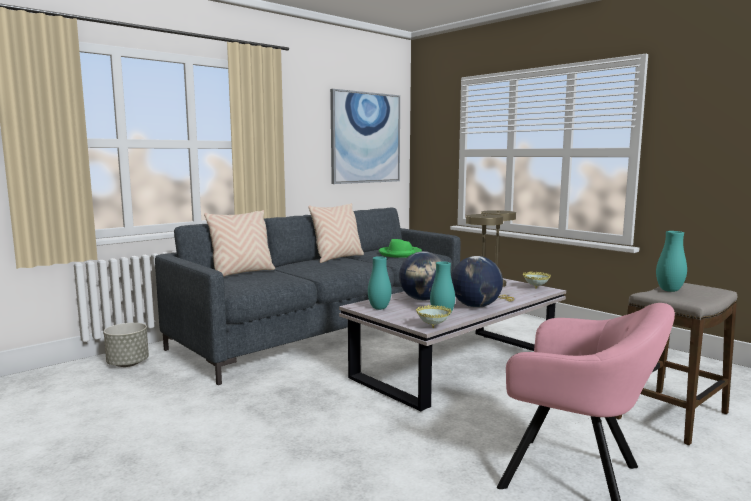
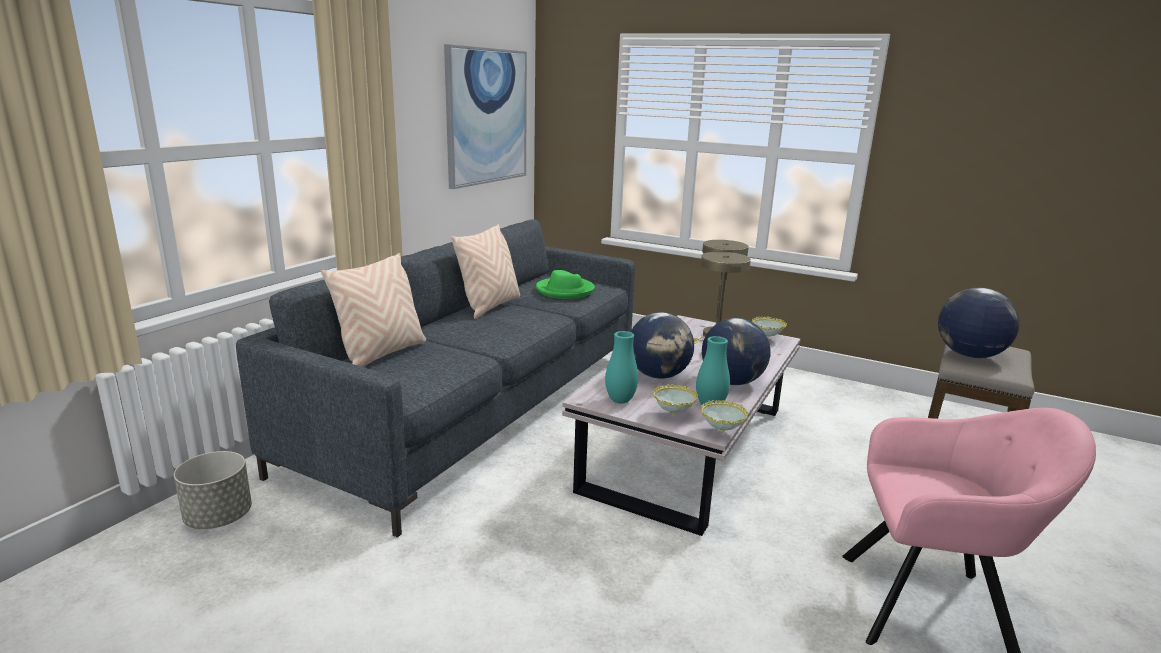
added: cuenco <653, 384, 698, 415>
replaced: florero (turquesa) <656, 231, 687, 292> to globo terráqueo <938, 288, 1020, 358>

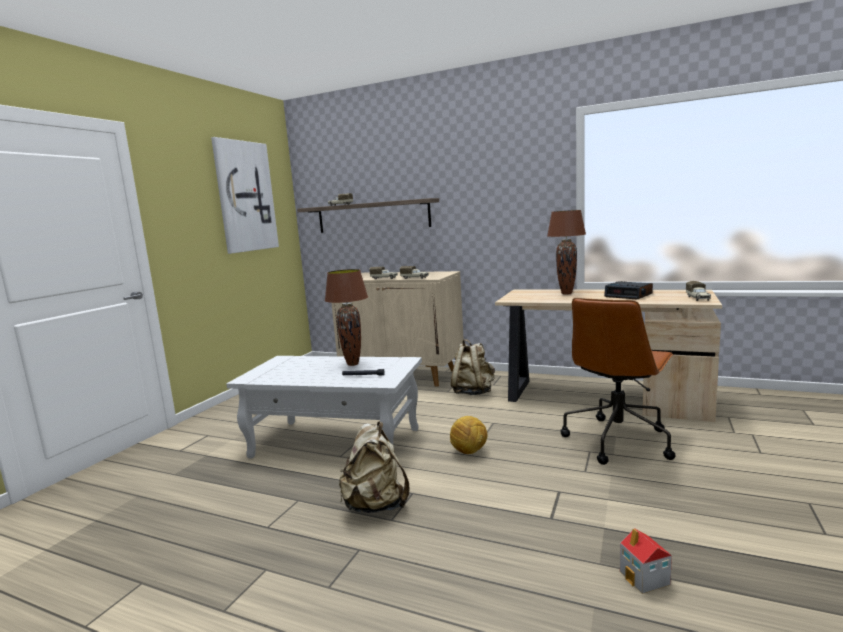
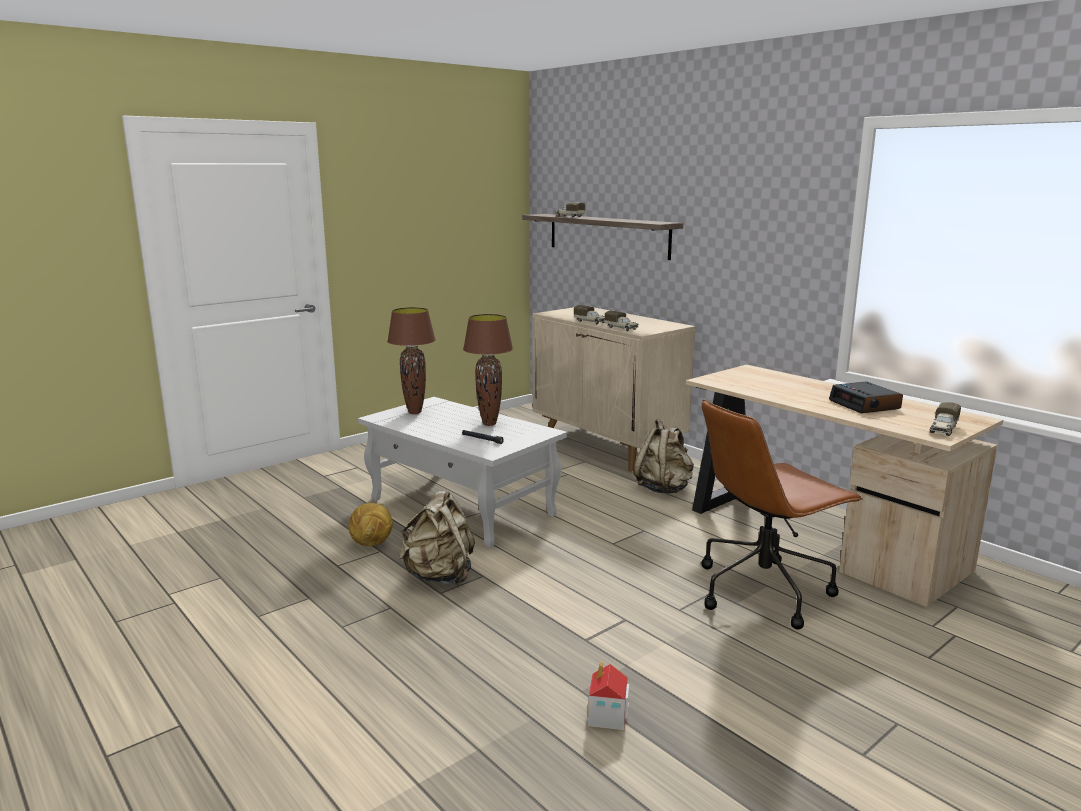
removed: cuadro <211, 137, 279, 254>
moved: balón de fútbol <450, 416, 487, 454> to <348, 503, 393, 546>; lámpara de mesa (marrón) <547, 210, 586, 295> to <387, 307, 436, 414>

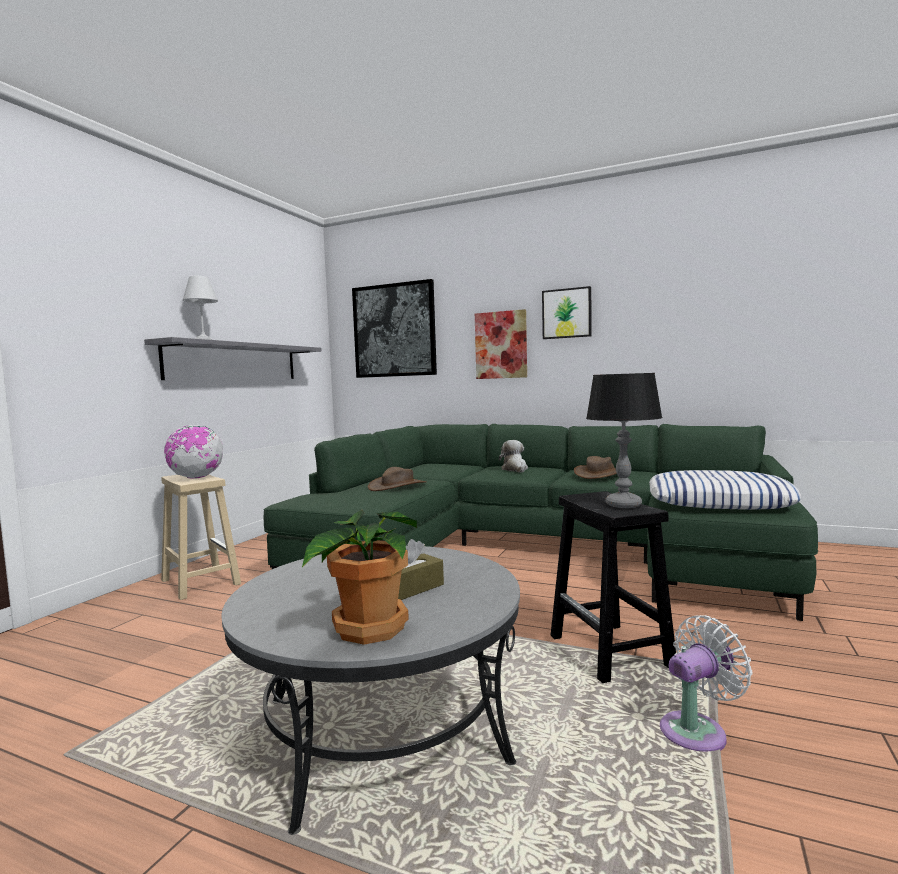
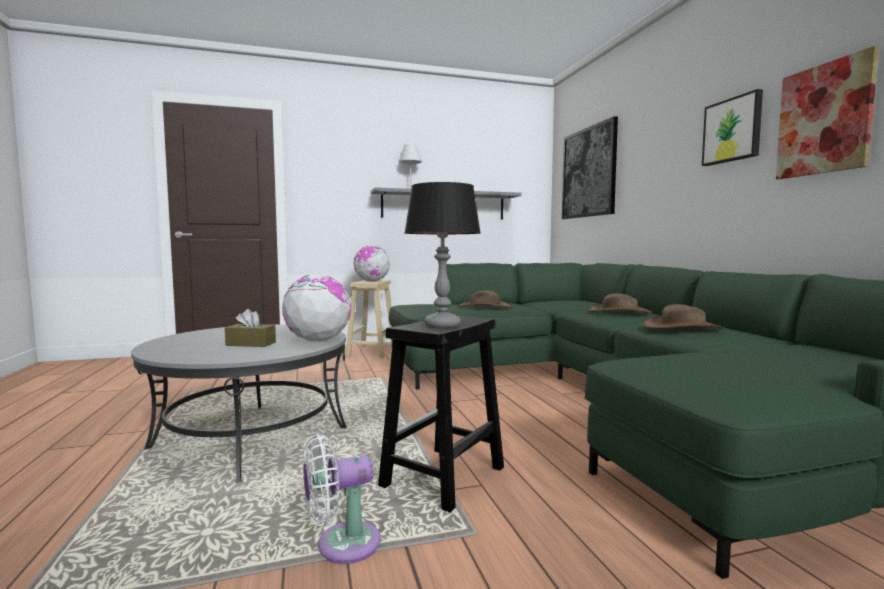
removed: planta en maceta <302, 510, 417, 645>; cojín <649, 470, 801, 510>
added: globo terráqueo <282, 274, 351, 341>
moved: cuadro <475, 309, 527, 379> to <776, 46, 879, 179>
replaced: peluche <499, 440, 528, 472> to sombrero (marrón) <588, 293, 652, 313>
turned: ventilador (blanco) <660, 615, 752, 752> = <302, 434, 381, 564> 135 degrees clockwise

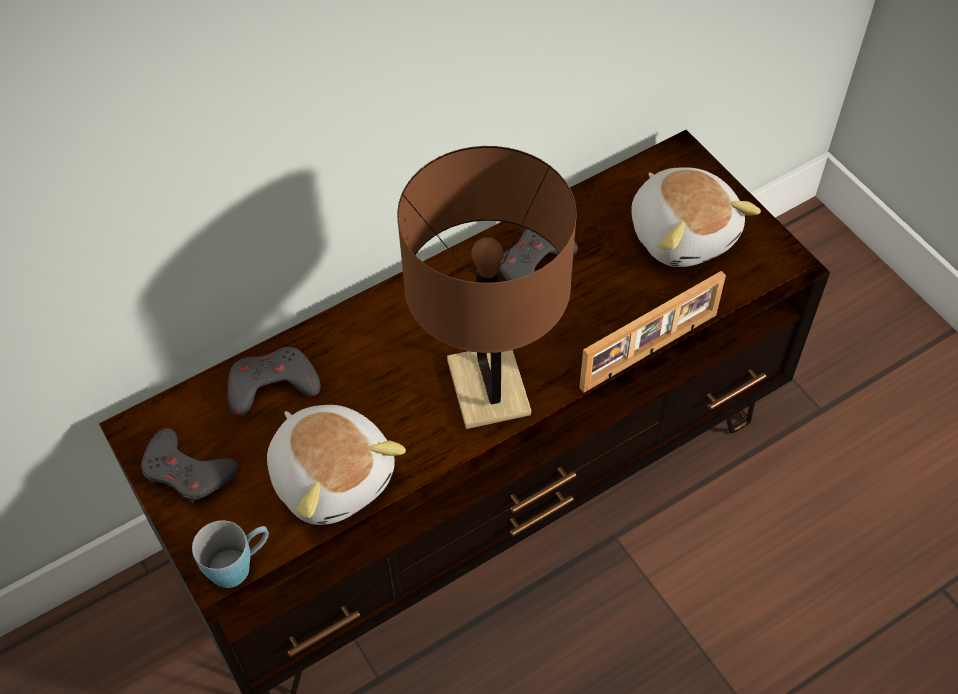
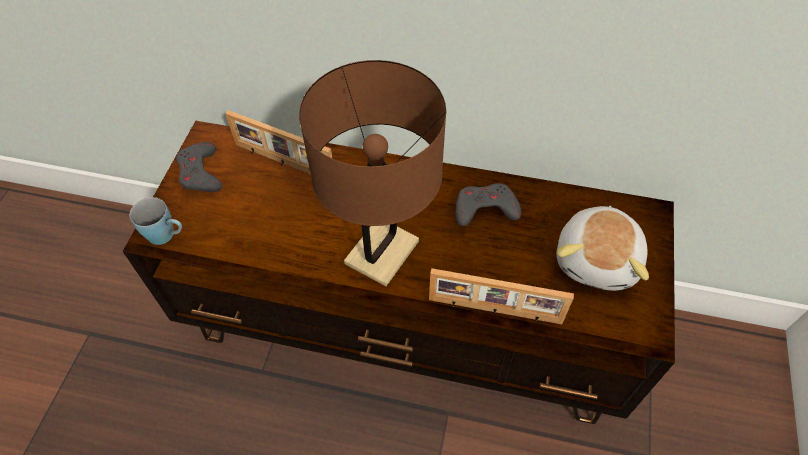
removed: peluche <267, 405, 406, 525>
replaced: mando de consola (gris) <227, 347, 321, 416> to portarretratos <225, 110, 333, 174>

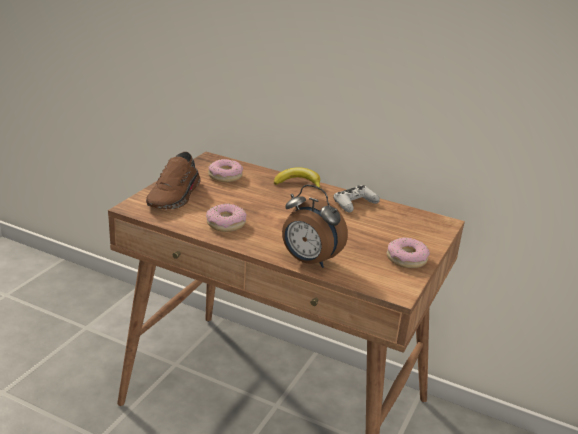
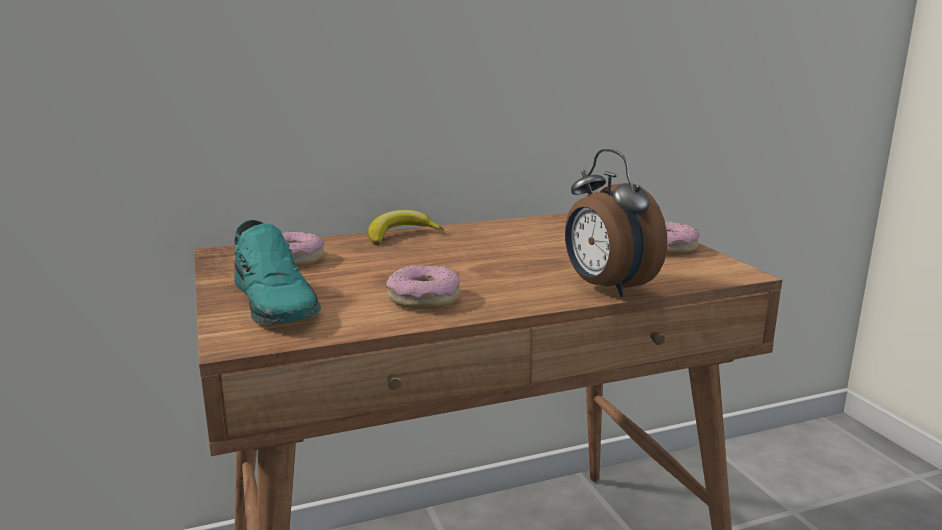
removed: mando de consola (blanco) <334, 185, 380, 212>
recoloured: zapato (marrón) <146, 152, 201, 209> to zapato (turquesa) <234, 220, 321, 325>
turned: despertador <282, 184, 348, 268> = <565, 149, 667, 297> 75 degrees clockwise

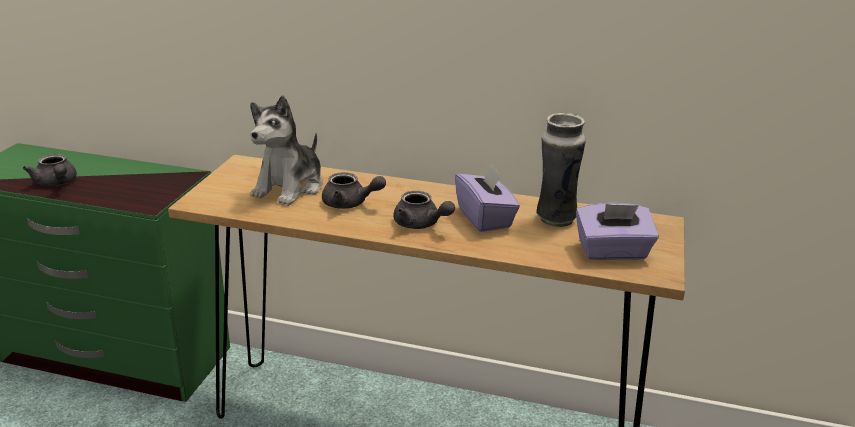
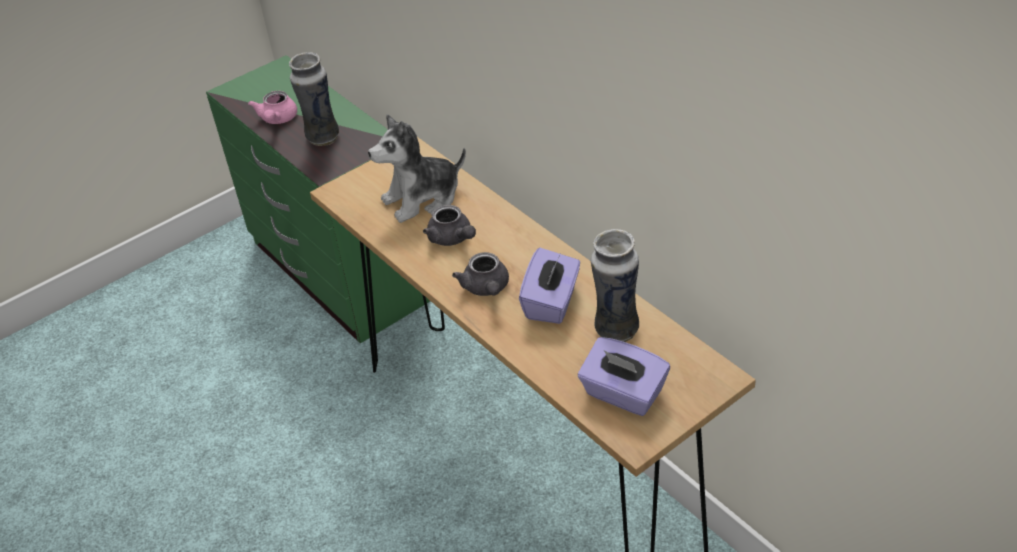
added: florero <289, 52, 339, 146>
recoloured: tetera (gris) <23, 154, 77, 186> to tetera (rosa) <248, 91, 297, 124>

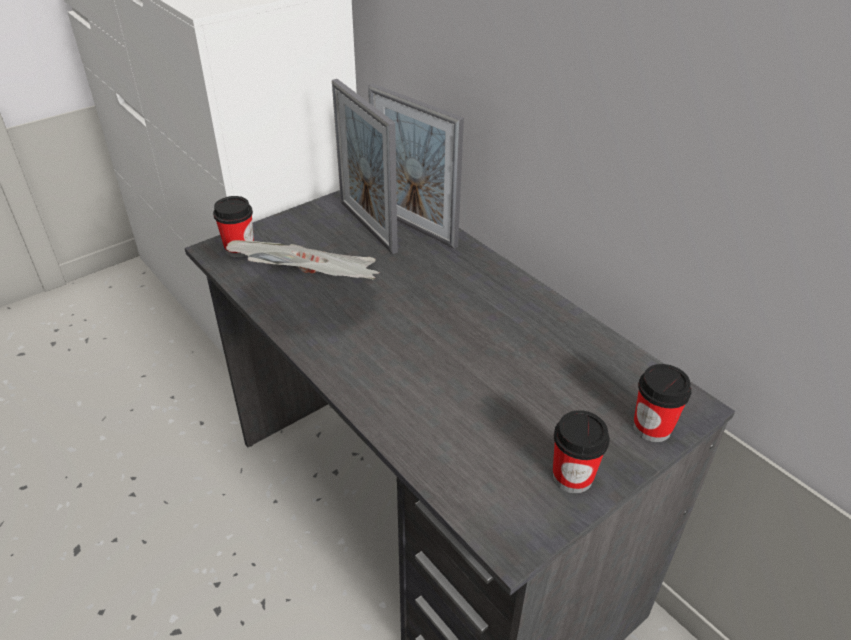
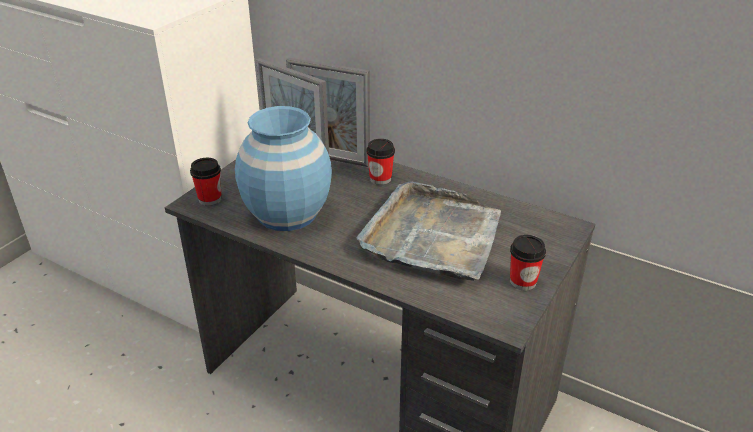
added: bandeja (gris) <357, 181, 501, 281>
moved: taza <633, 364, 691, 442> to <366, 139, 395, 185>
replaced: periódico <226, 240, 379, 279> to florero (azul) <235, 106, 332, 231>

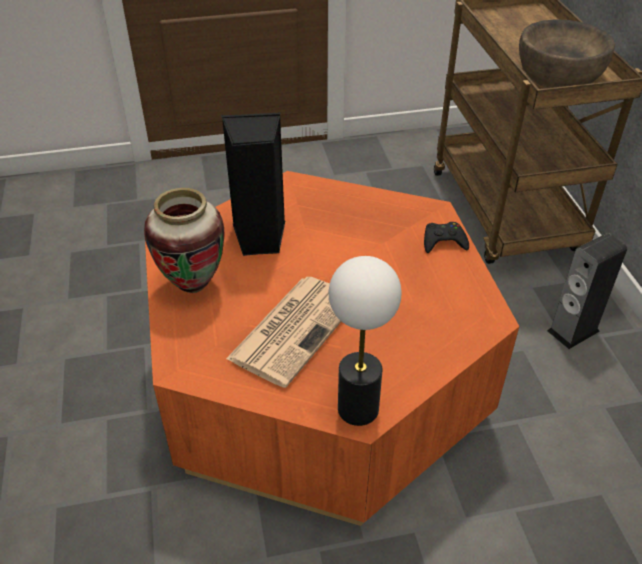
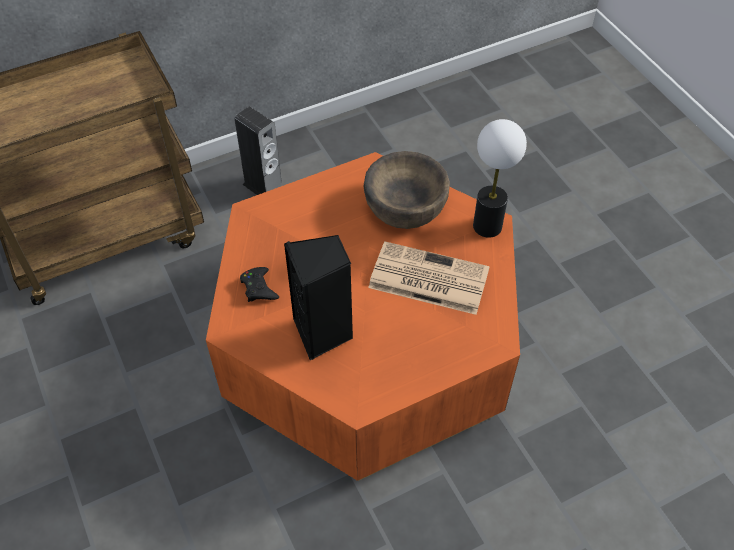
removed: florero <144, 188, 224, 293>
moved: mando de consola (negro) <424, 222, 469, 253> to <240, 267, 279, 302>; cuenco (marrón) <519, 19, 615, 88> to <364, 151, 450, 229>

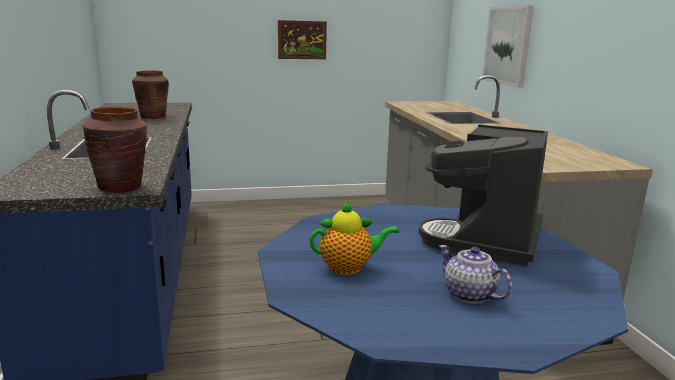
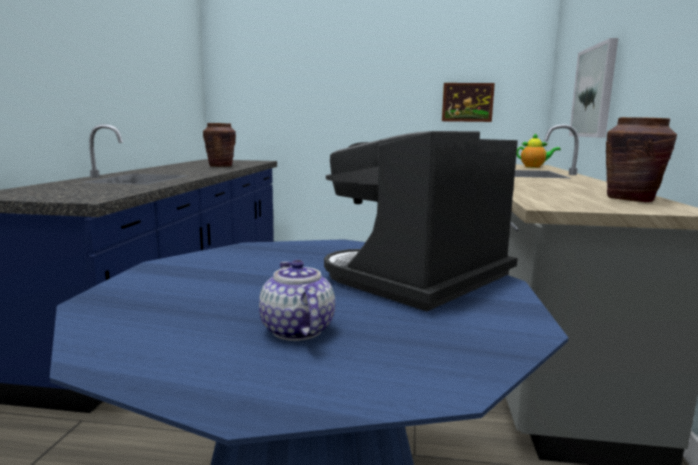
moved: florero (marrón) <83, 107, 147, 193> to <606, 117, 677, 202>; cuadro <278, 20, 327, 59> to <442, 83, 495, 122>; tetera <310, 200, 399, 275> to <516, 133, 561, 168>

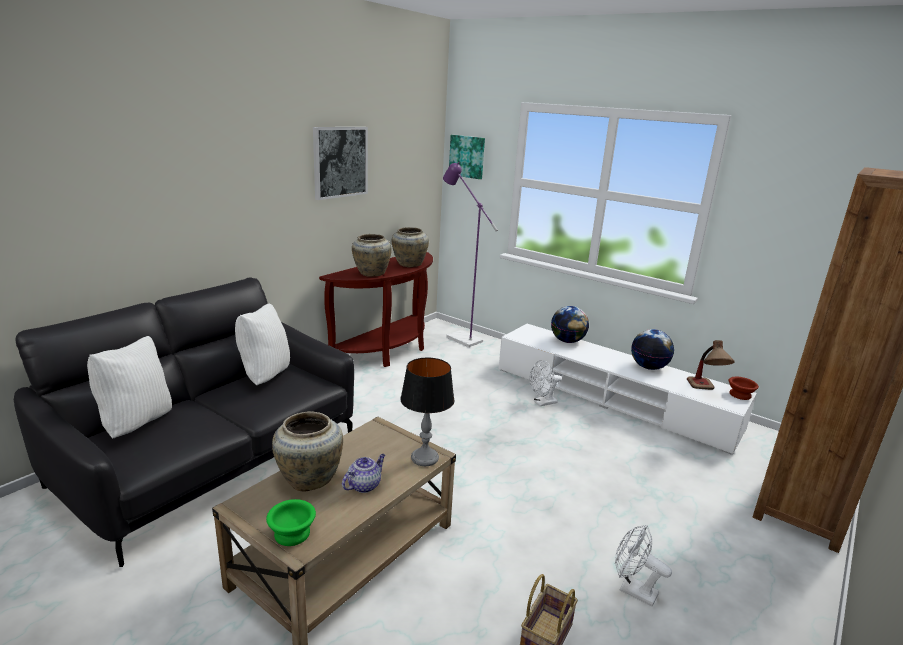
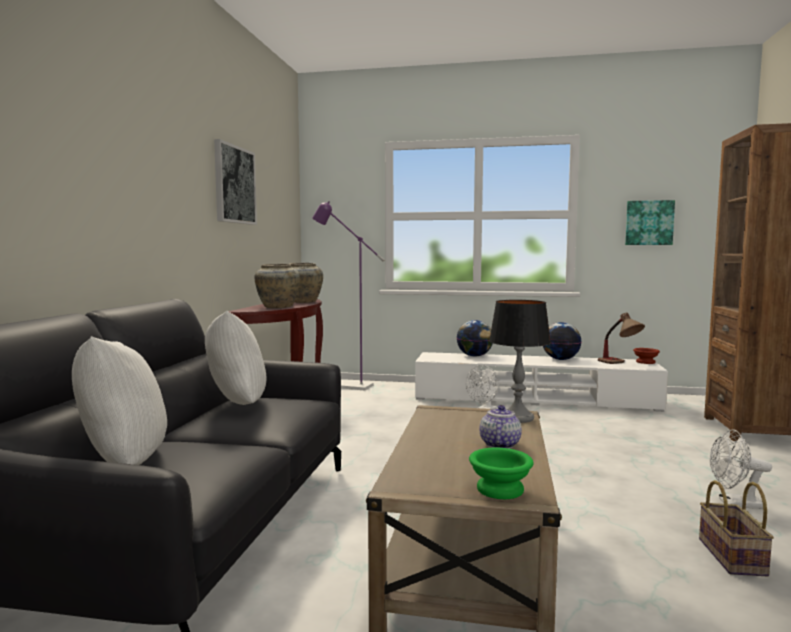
removed: florero (beis) <272, 411, 343, 492>
moved: cuadro <449, 135, 485, 179> to <625, 200, 675, 245>

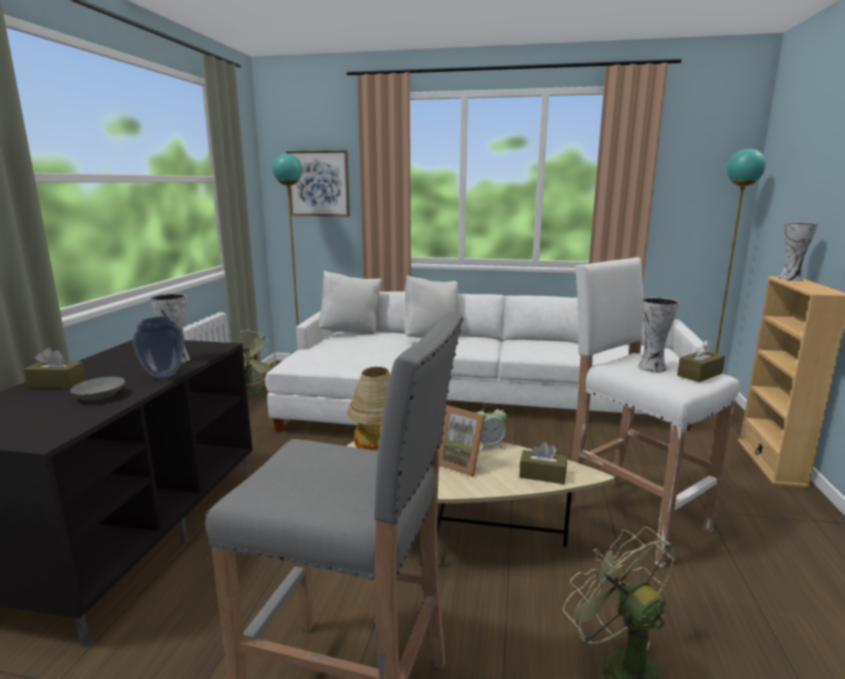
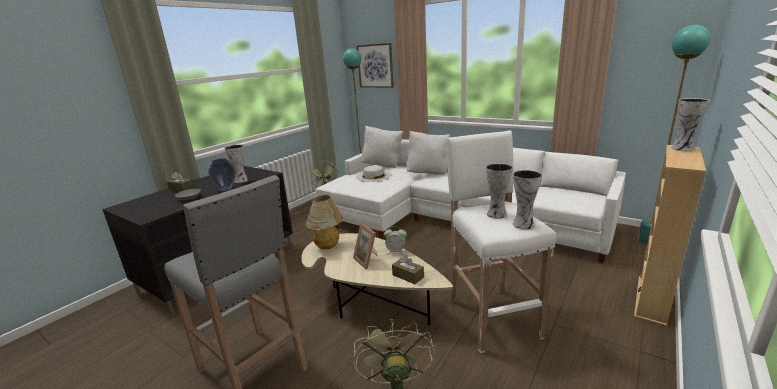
added: sombrero (blanco) <356, 165, 391, 182>
replaced: caja de pañuelos (marrón) <677, 339, 725, 382> to florero <513, 170, 542, 229>

